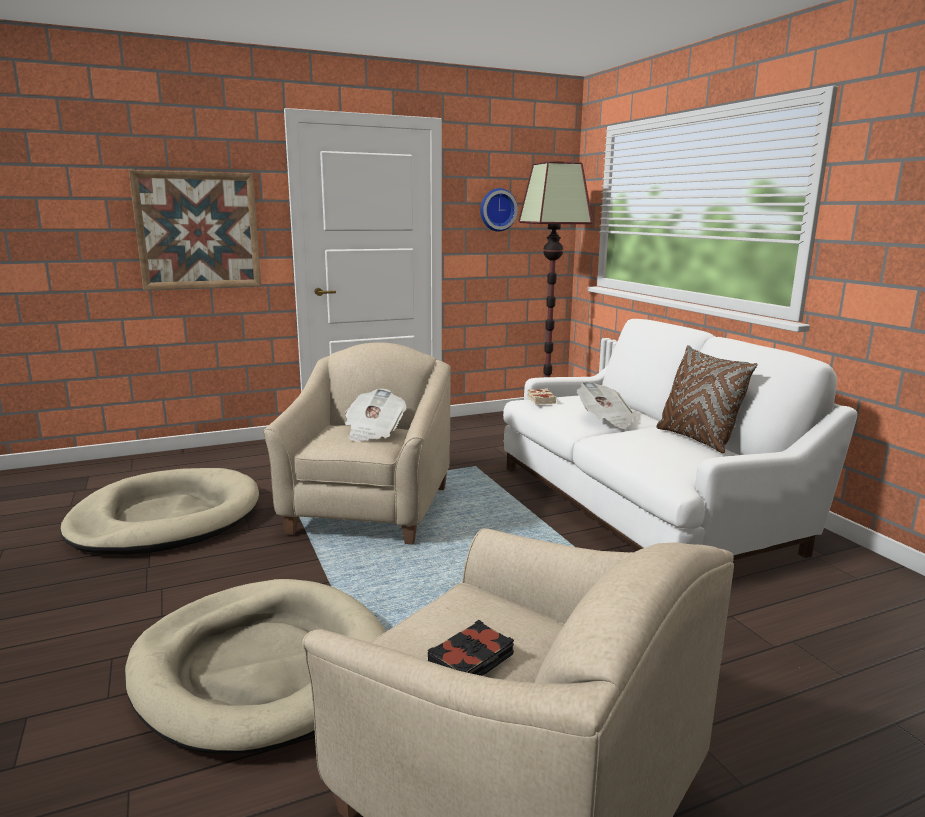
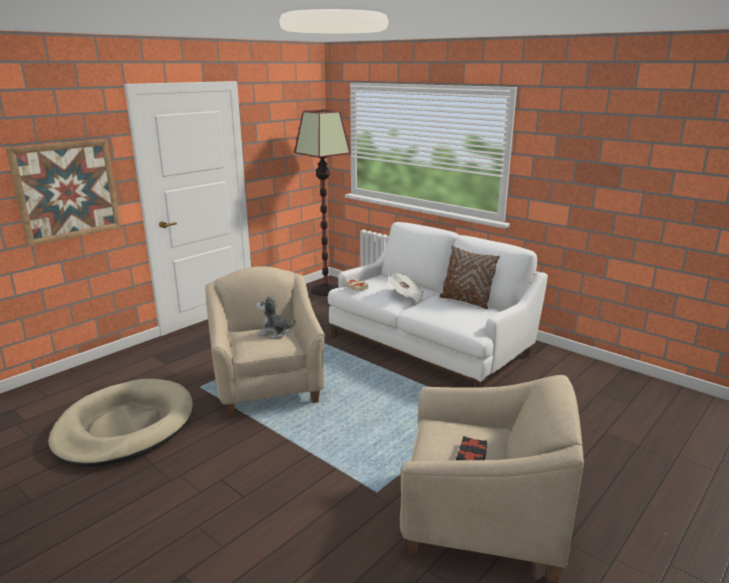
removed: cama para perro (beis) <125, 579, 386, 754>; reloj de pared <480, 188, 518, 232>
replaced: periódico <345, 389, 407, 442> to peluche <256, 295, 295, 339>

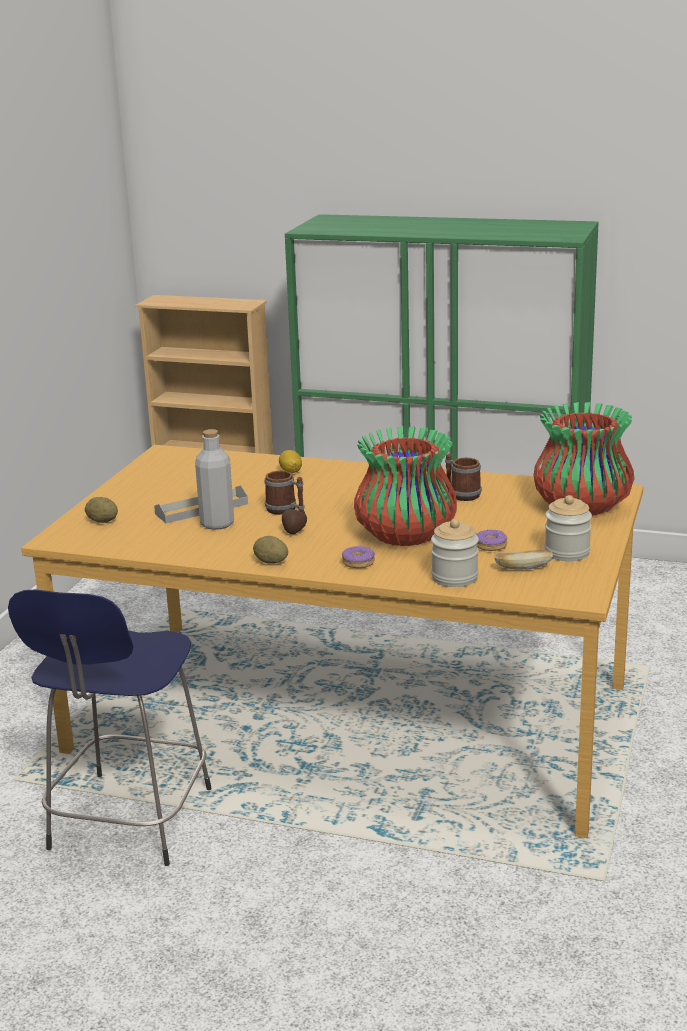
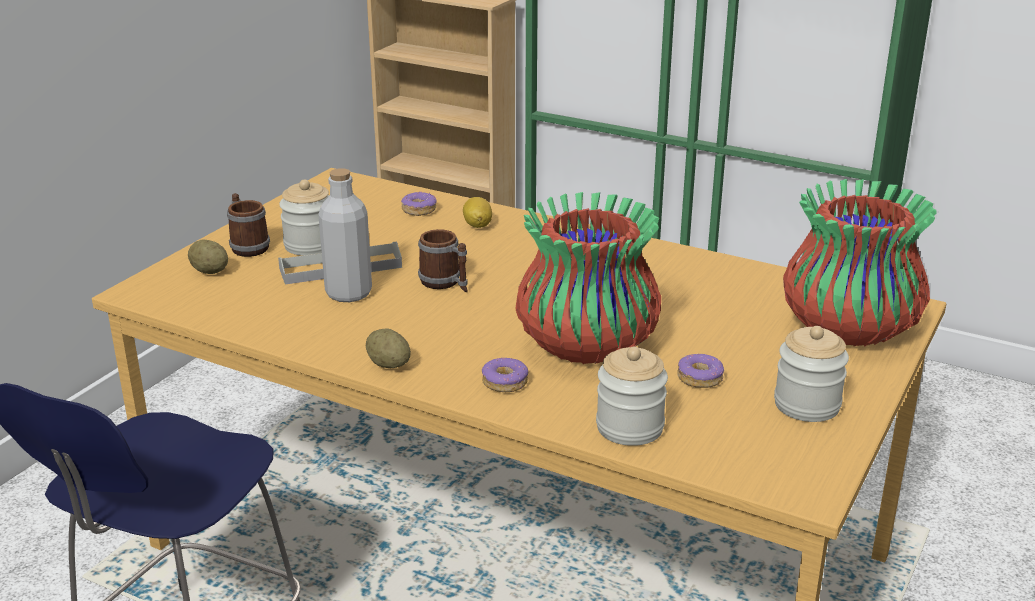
removed: patata <282, 509, 307, 534>; pan <495, 550, 553, 570>
added: tarro <279, 179, 329, 256>; rosquilla <401, 192, 436, 216>
moved: taza grande <445, 454, 482, 501> to <227, 193, 270, 257>

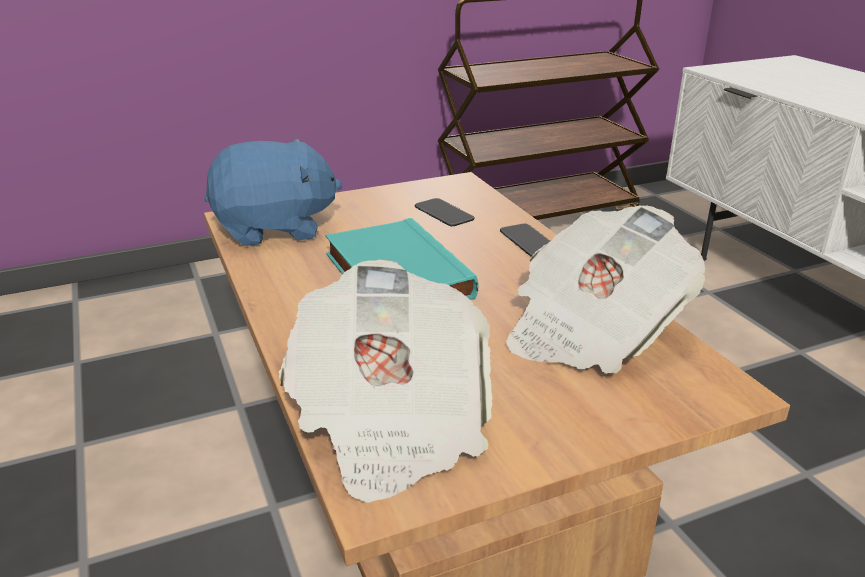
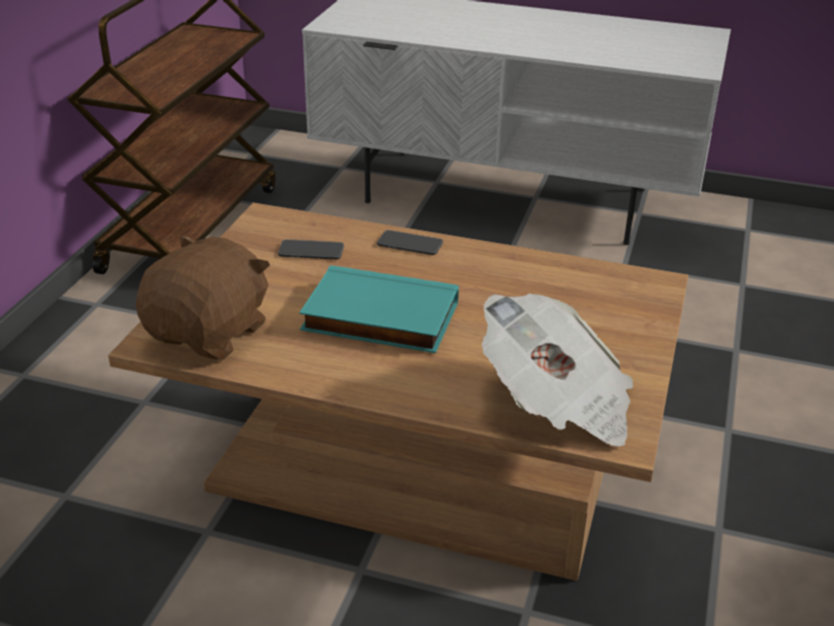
removed: periódico <506, 206, 705, 374>
recoloured: peluche (azul) <205, 138, 343, 246> to peluche (marrón) <135, 236, 270, 360>

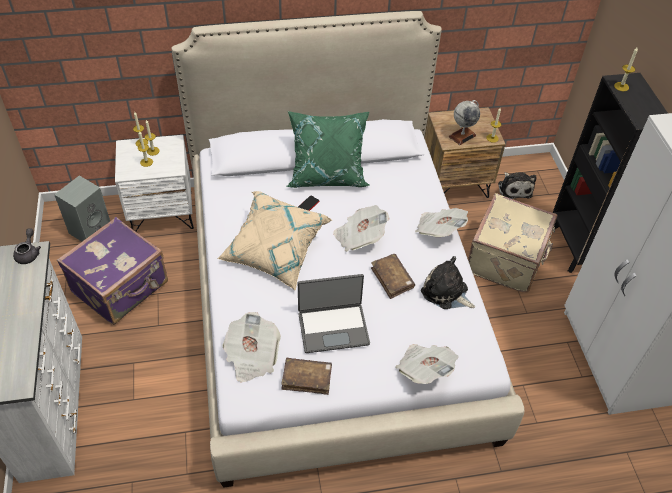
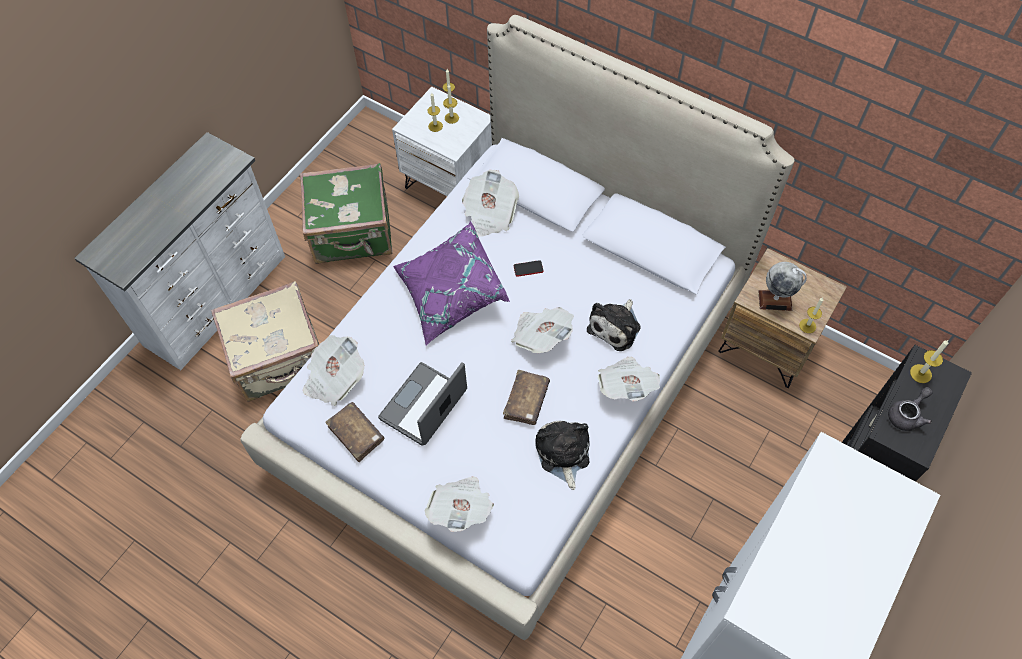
removed: altavoz (gris) <54, 175, 110, 242>; cojín (verde) <286, 111, 370, 188>
added: periódico <462, 170, 519, 237>
moved: tetera (gris) <13, 228, 41, 264> to <888, 387, 932, 431>; maleta (beis) <468, 193, 557, 293> to <211, 281, 319, 402>; peluche <498, 172, 536, 199> to <587, 299, 640, 351>
recoloured: maleta (morado) <57, 217, 168, 325> to maleta (verde) <300, 163, 393, 264>; cojín (beis) <218, 191, 332, 291> to cojín (morado) <393, 221, 510, 346>
turned: portátil <298, 274, 370, 353> = <378, 362, 467, 446> 90 degrees clockwise

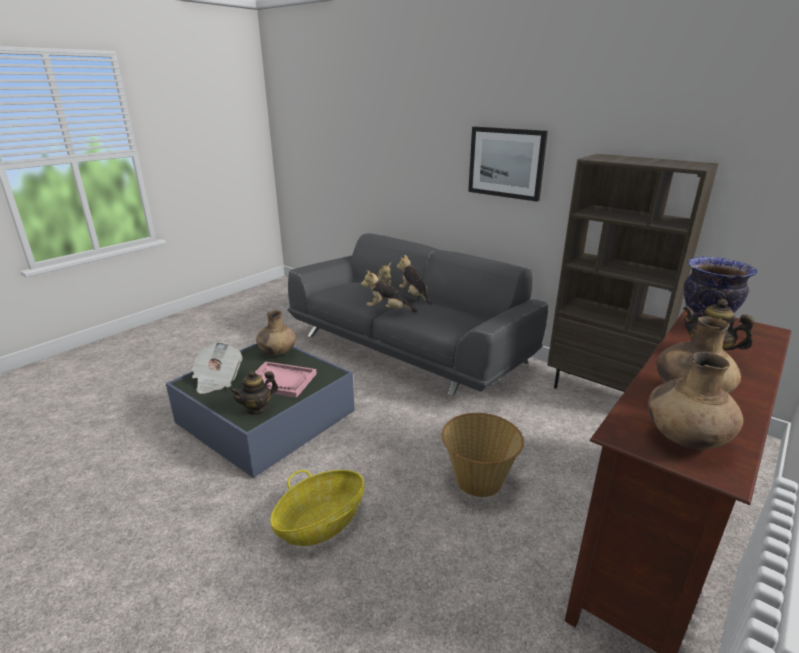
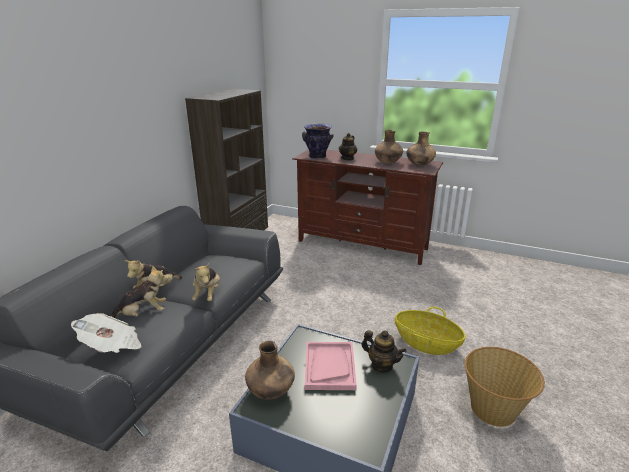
removed: cuadro <468, 127, 548, 202>
moved: periódico <191, 342, 242, 394> to <71, 313, 142, 353>; cesta <442, 413, 524, 497> to <465, 347, 545, 427>

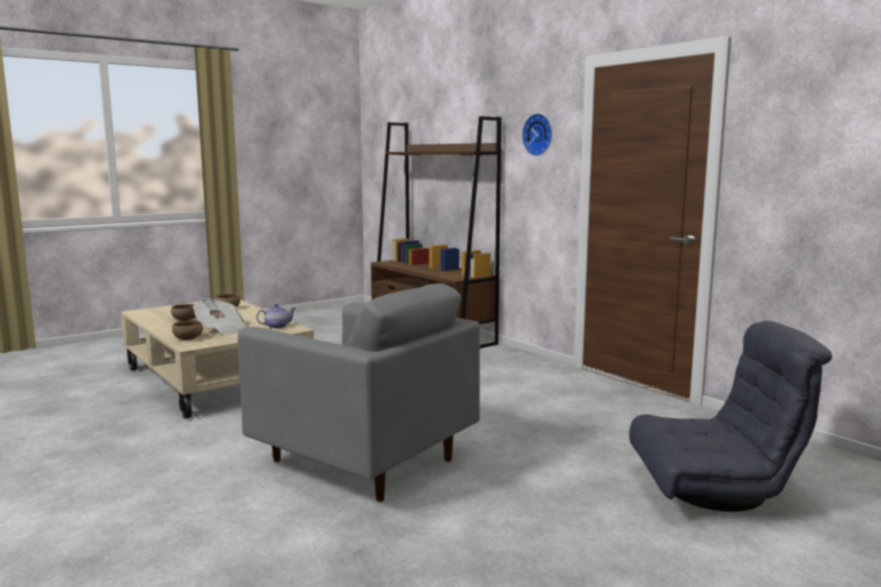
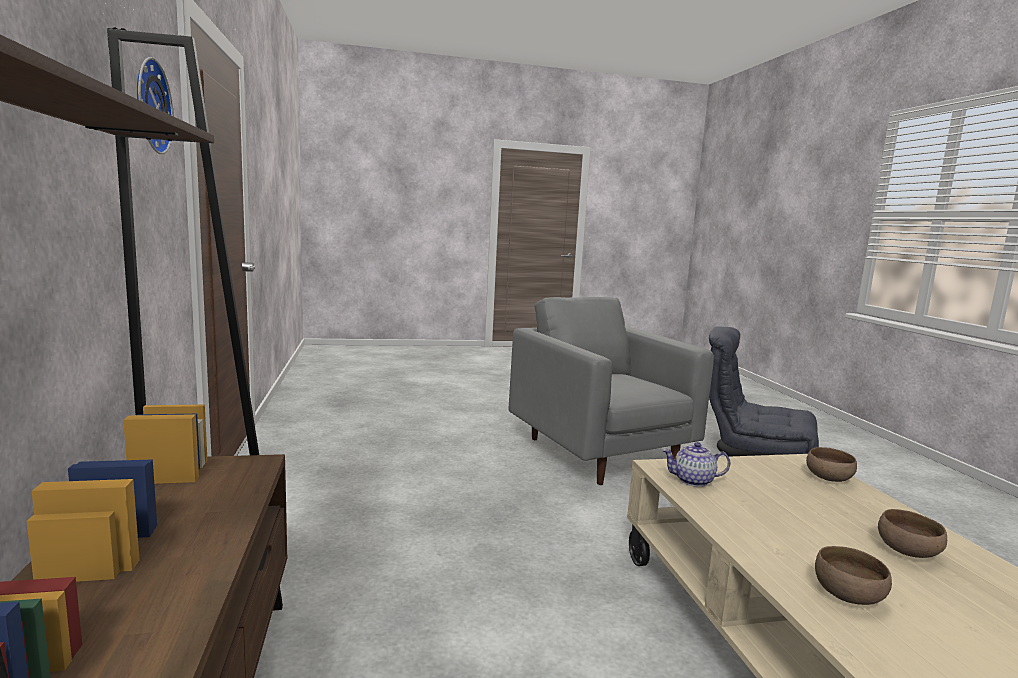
removed: periódico <193, 298, 247, 335>
moved: sillón (gris) <629, 321, 832, 512> to <709, 326, 819, 457>

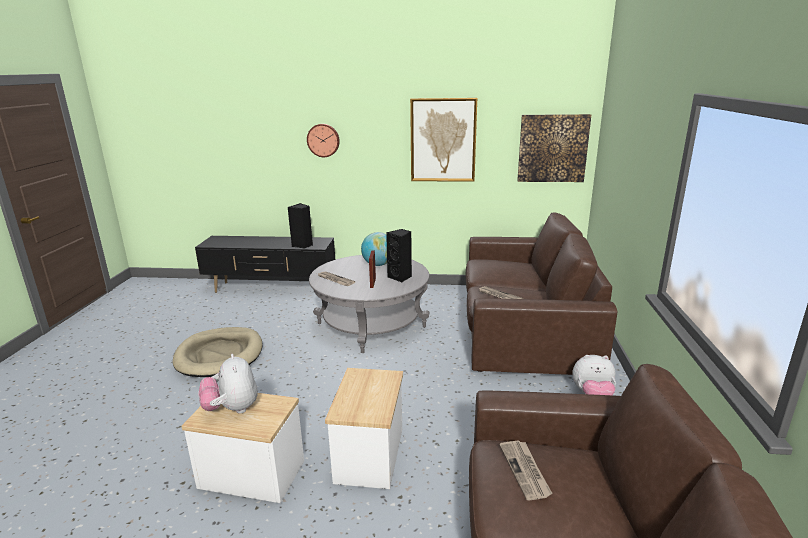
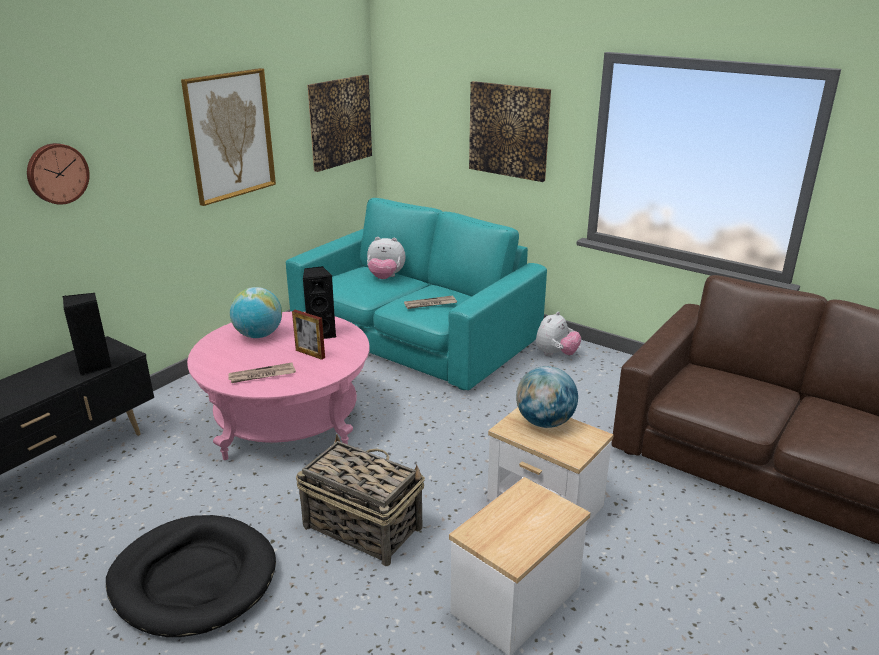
removed: periódico <499, 440, 553, 500>
added: cesta <296, 434, 425, 566>; cuadro <469, 81, 551, 182>; globo terráqueo <516, 366, 578, 428>
moved: peluche <199, 354, 258, 414> to <367, 237, 406, 279>
recoloured: cama para perro (beis) <173, 327, 263, 377> to cama para perro (negro) <106, 515, 276, 637>; mesa de centro (gris) <309, 255, 429, 353> to mesa de centro (rosa) <187, 312, 370, 460>; sofá (marrón) <466, 213, 617, 375> to sofá (turquesa) <286, 198, 547, 390>

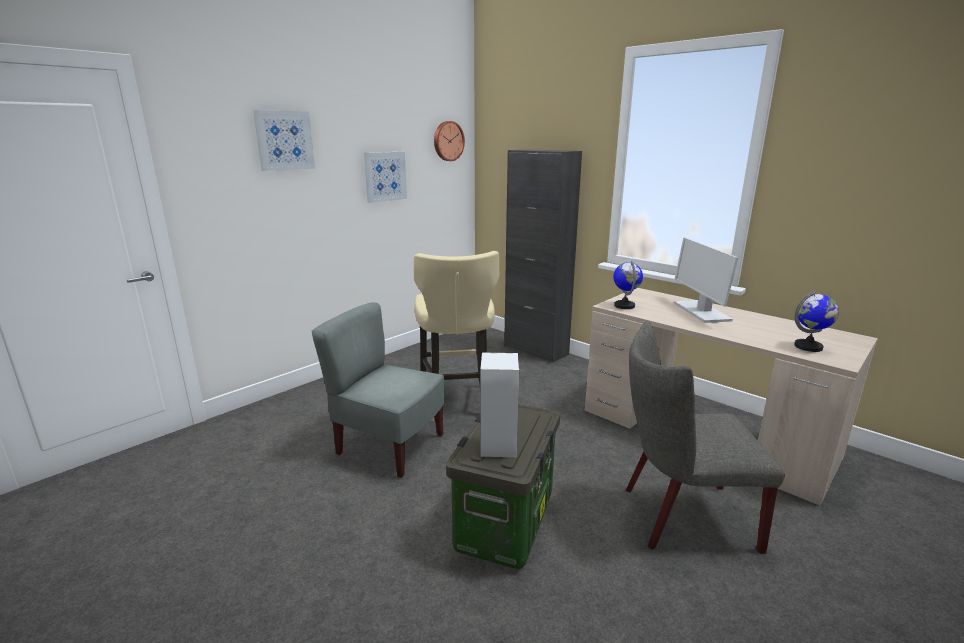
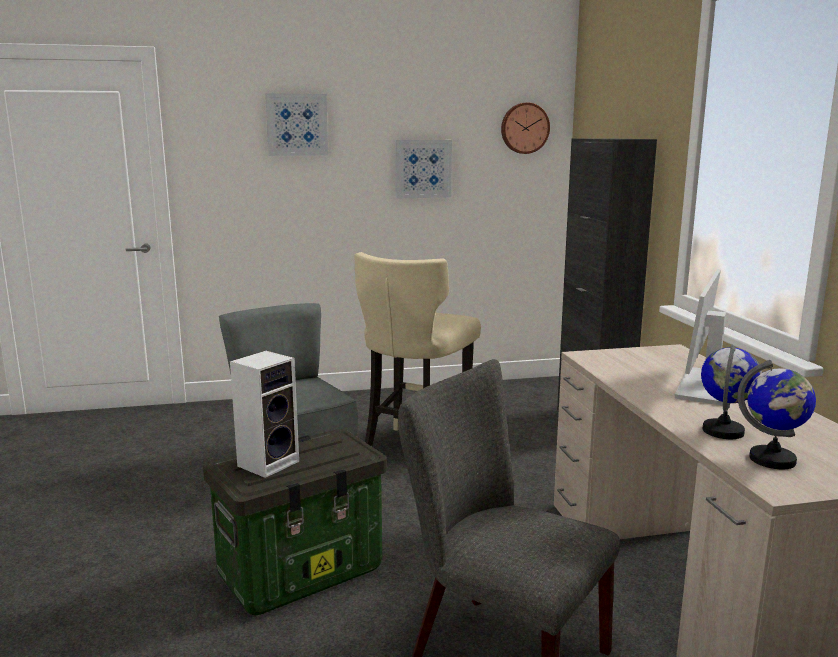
moved: globo terráqueo <613, 261, 643, 309> to <701, 345, 762, 439>

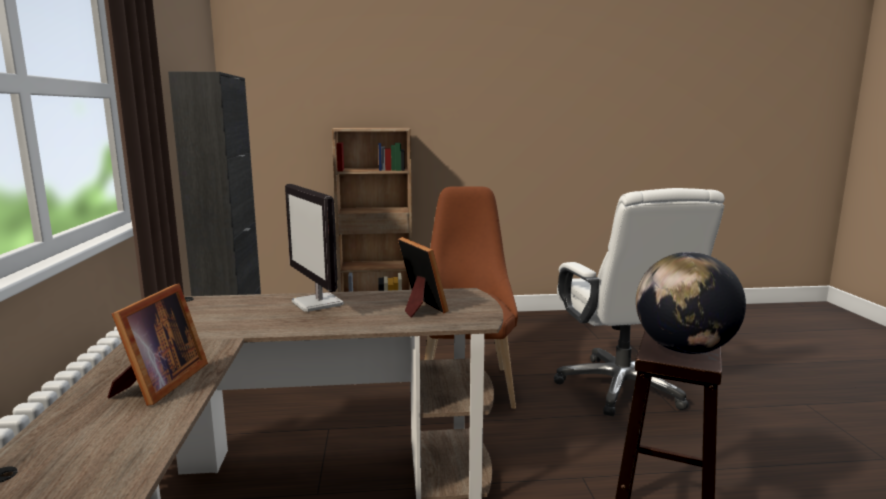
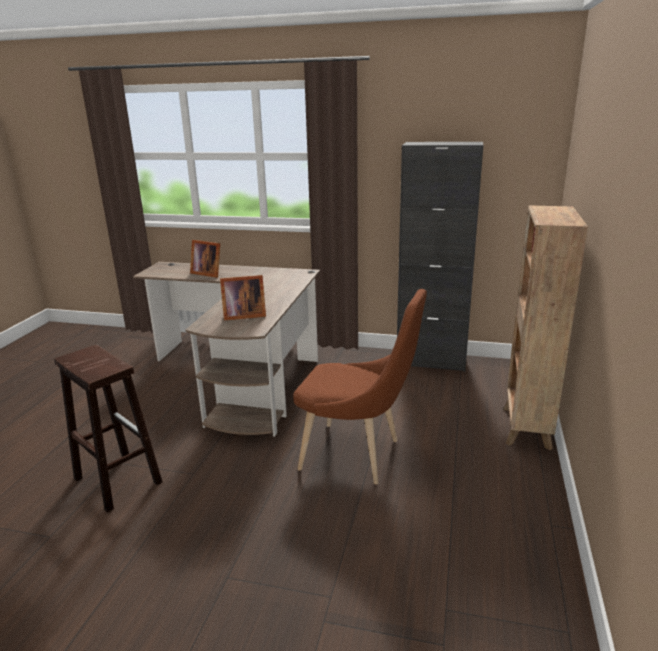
removed: monitor <285, 184, 344, 312>; silla de oficina (blanco) <554, 188, 725, 416>; globo terráqueo <636, 252, 746, 354>

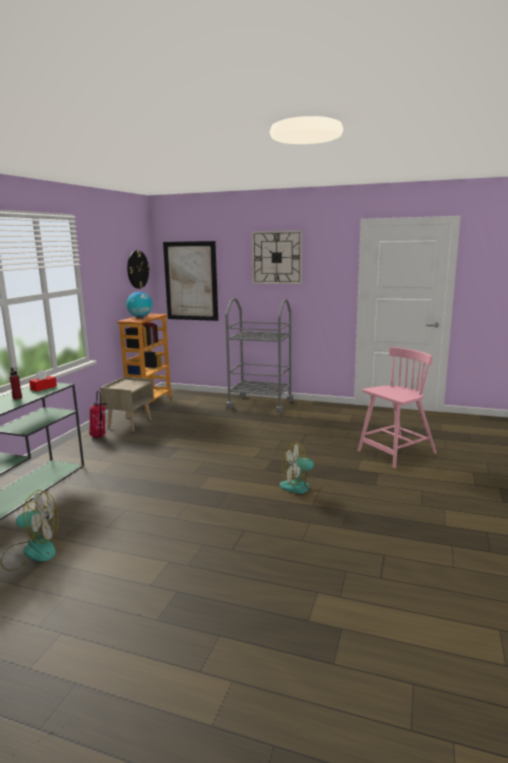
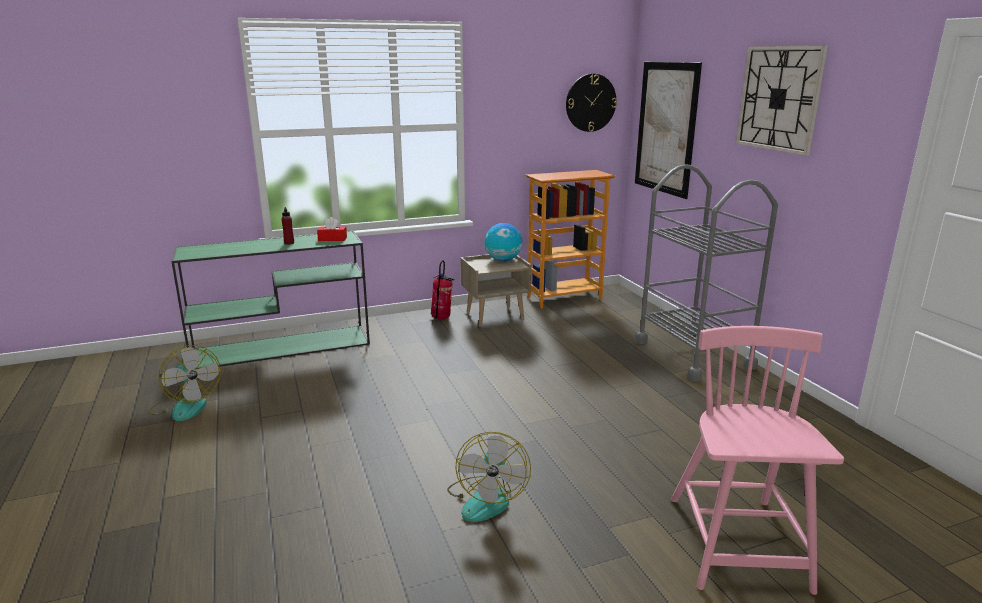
moved: globo terráqueo <126, 292, 152, 317> to <484, 223, 522, 261>
turned: ventilador <279, 442, 324, 494> = <447, 432, 531, 522> 120 degrees counterclockwise; silla (rosa) <358, 347, 437, 469> = <671, 326, 844, 595> 105 degrees counterclockwise

